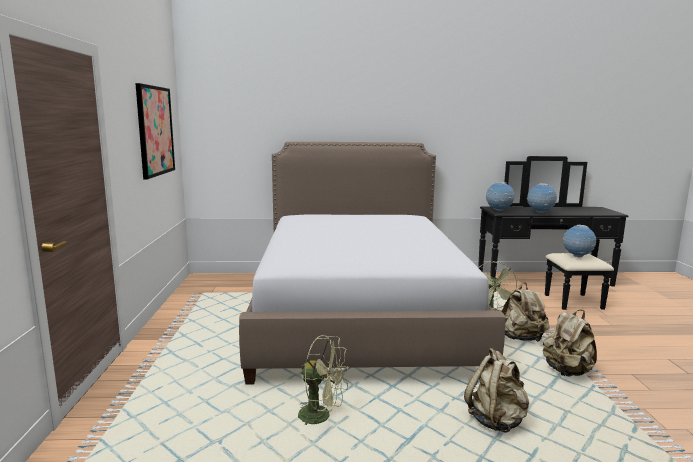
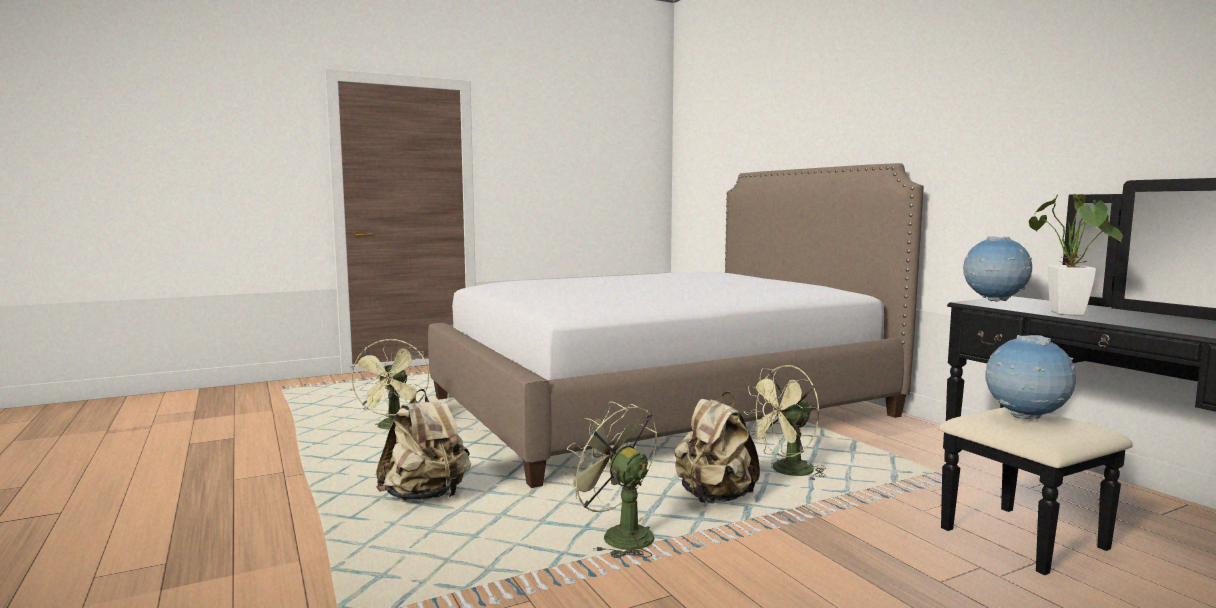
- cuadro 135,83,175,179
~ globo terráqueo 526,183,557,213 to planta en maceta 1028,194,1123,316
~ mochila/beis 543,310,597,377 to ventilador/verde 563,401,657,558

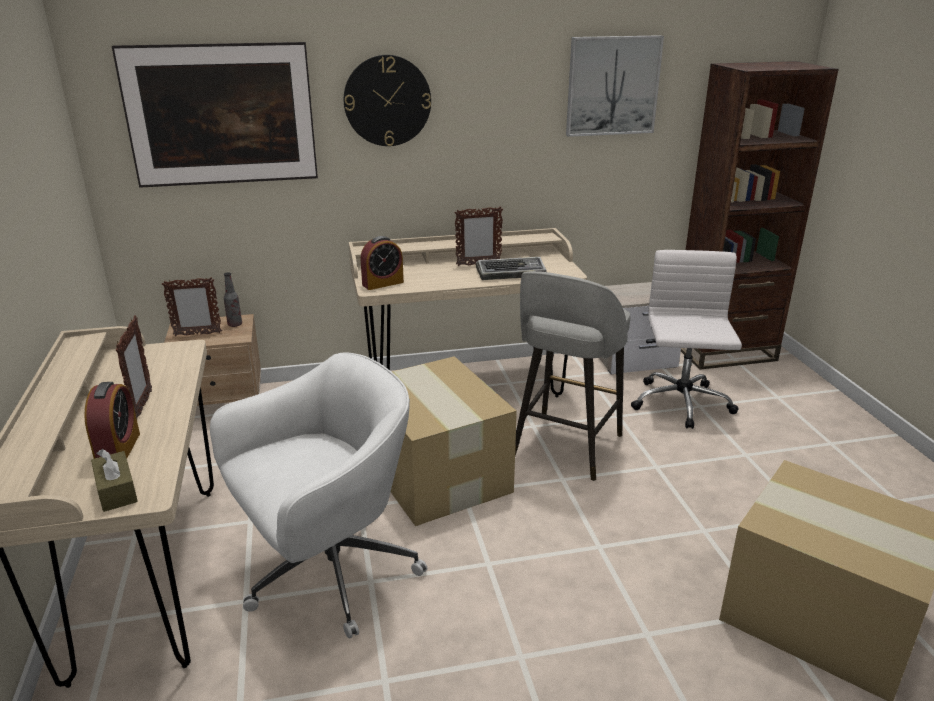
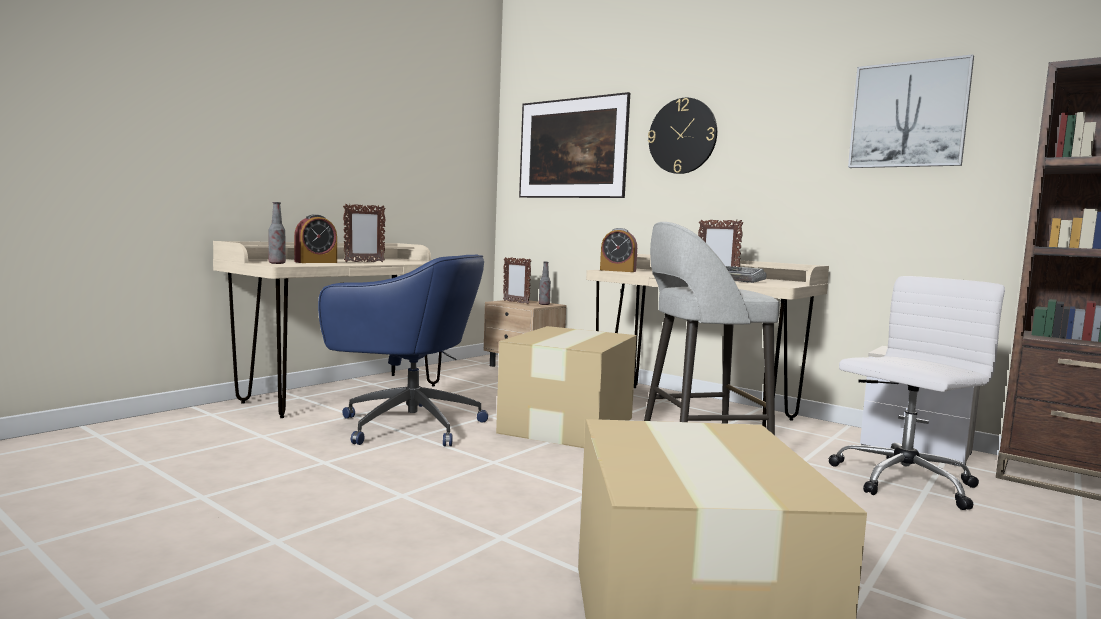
~ caja de pañuelos/marrón 91,449,138,512 to botella 269,202,286,264
~ silla de oficina/blanco 210,352,427,638 to silla de oficina/azul 318,255,488,446

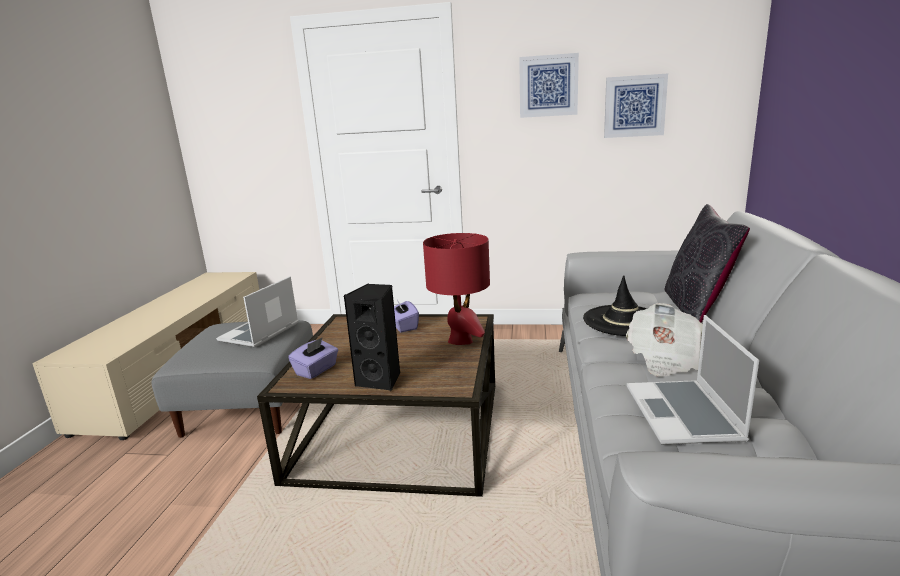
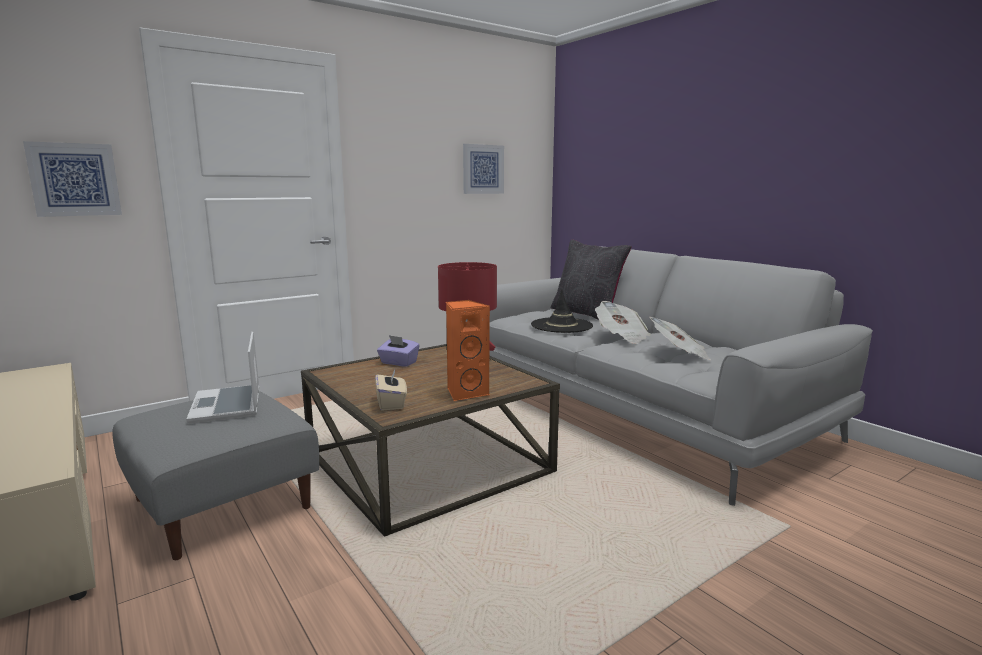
~ caja de pañuelos/morado 288,338,338,379 to caja de pañuelos/beis 375,369,407,411
~ altavoz/negro 344,284,401,391 to altavoz/naranja 446,300,490,401
~ cuadro 519,53,579,118 to 23,141,122,217
~ portátil 627,315,759,444 to periódico 649,317,711,360

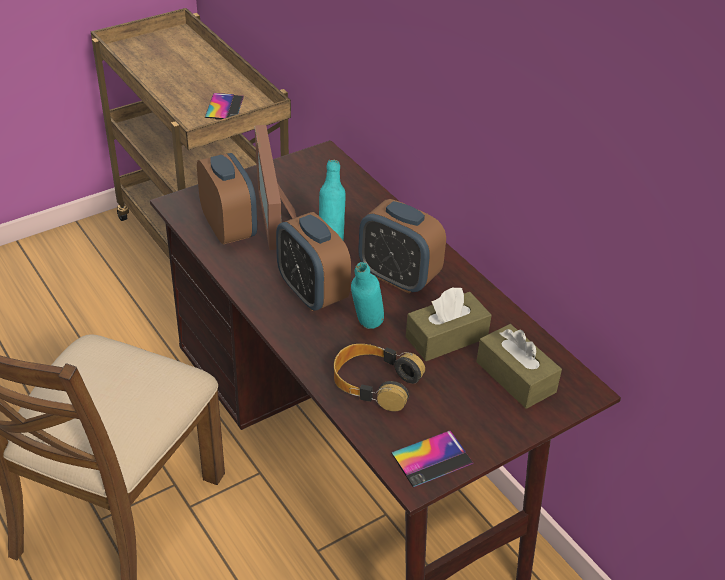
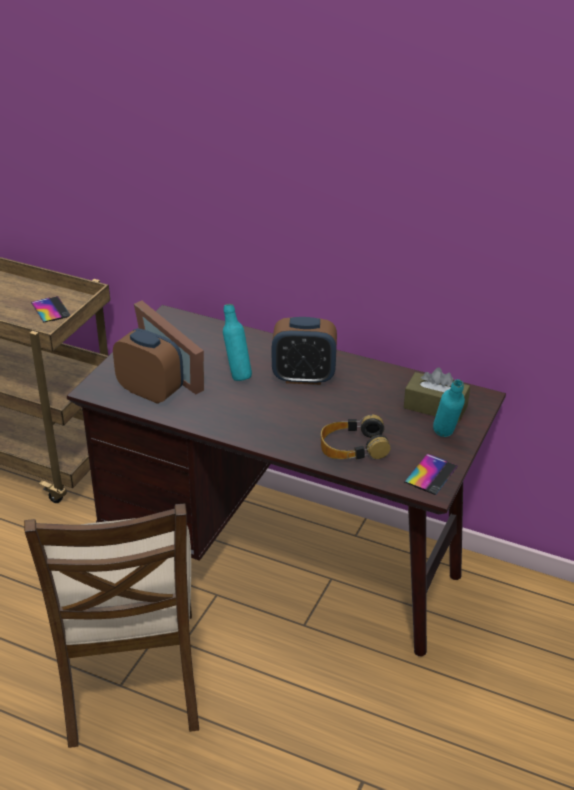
- despertador 276,212,351,311
~ botella/turquesa 351,262,384,329 to 433,379,465,437
- caja de pañuelos/marrón 406,287,492,361

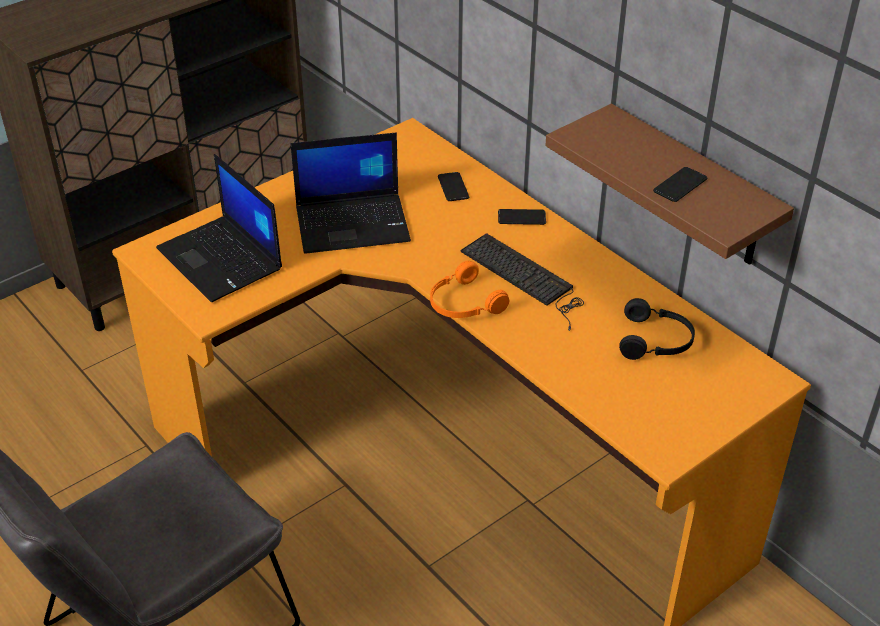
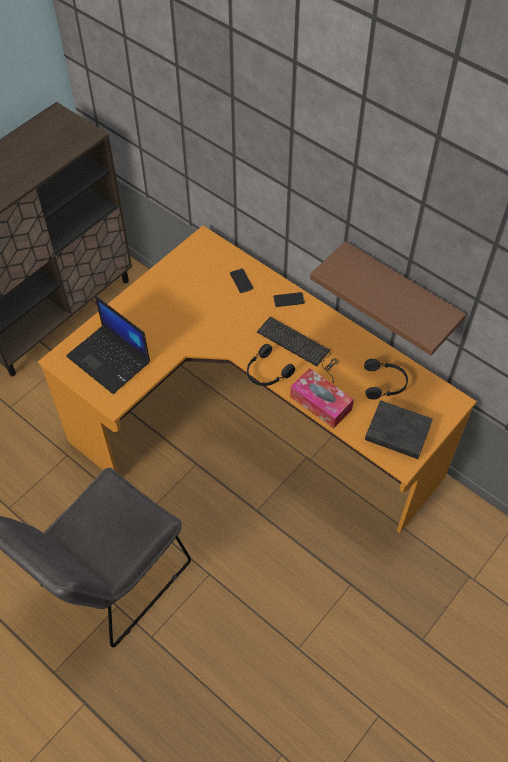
- portátil 291,133,411,254
~ auriculares/naranja 430,261,509,318 to auriculares/negro 247,344,295,386
- móvil 653,167,707,202
+ caja de pañuelos 290,368,354,429
+ libro/negro 365,400,433,459

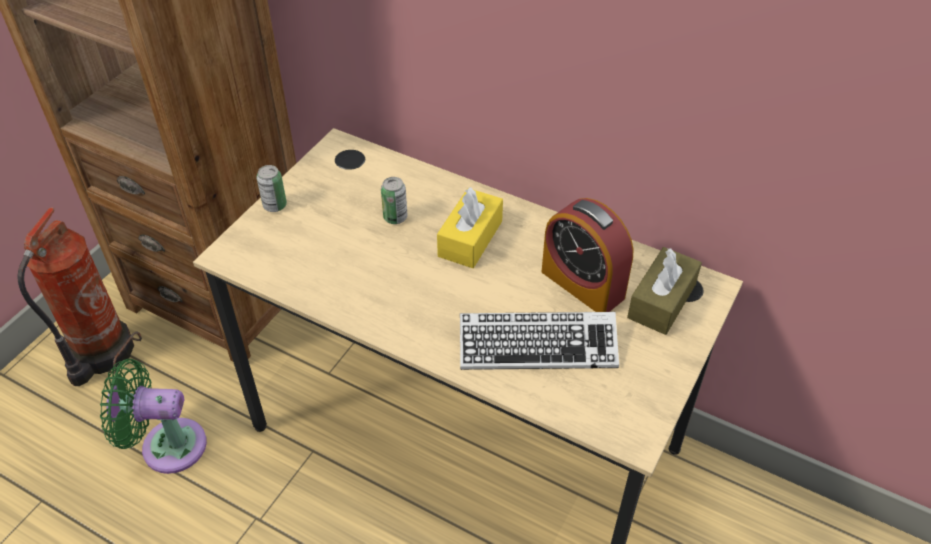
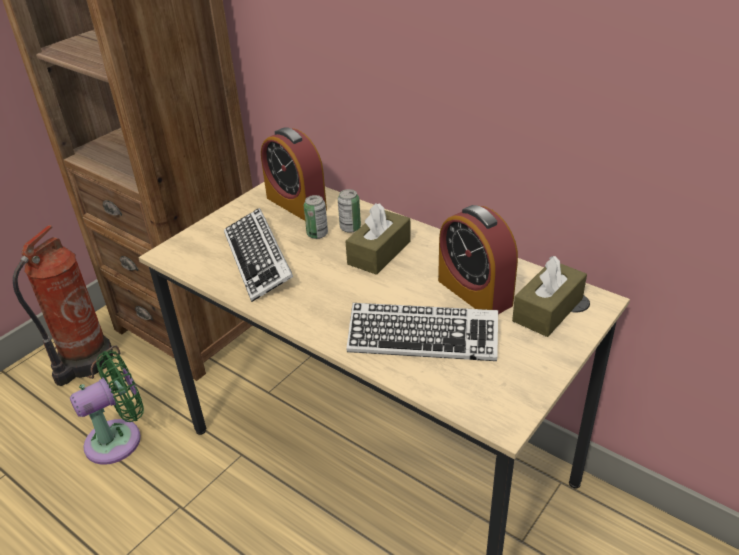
~ ventilador/verde 100,359,207,474 = 70,350,144,465 135 degrees clockwise
~ lata 257,165,287,212 to 338,189,361,233
~ caja de pañuelos/amarillo 437,187,503,268 to caja de pañuelos/marrón 345,203,411,275
+ teclado 224,208,293,302
+ despertador 261,127,327,221

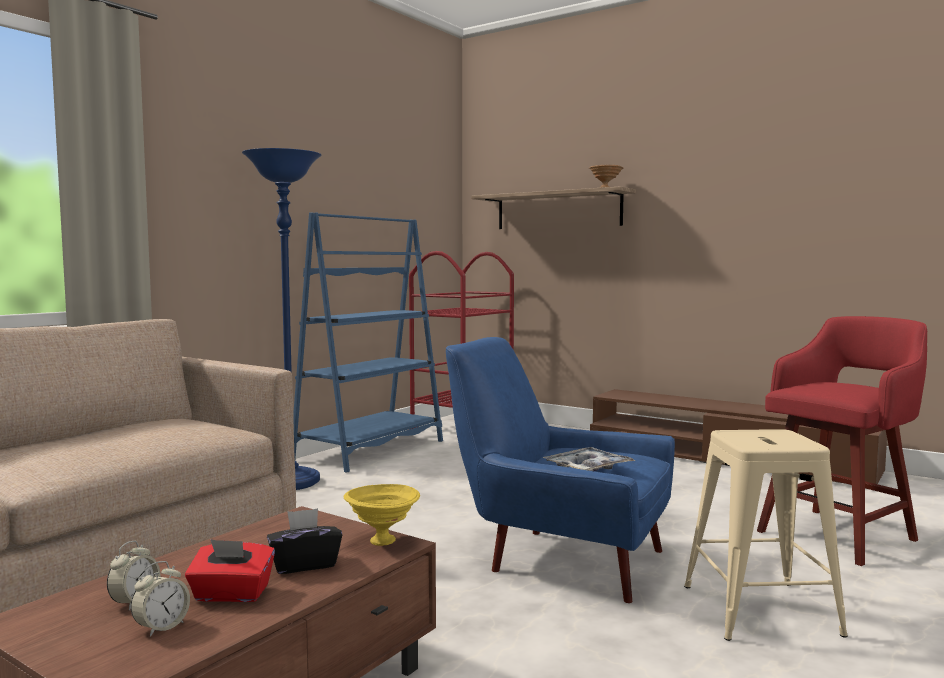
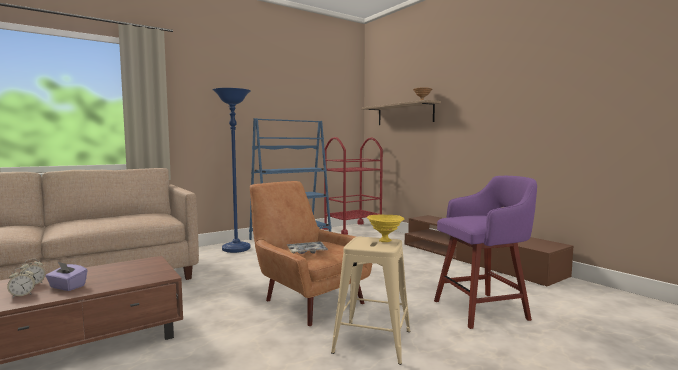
~ caja de pañuelos/rojo 185,539,275,602 to caja de pañuelos/morado 45,262,87,291
- caja de pañuelos/negro 267,508,342,574
~ cuenco/amarillo 344,484,420,546 to 367,215,404,242
~ sillón/azul 446,337,675,603 to sillón/marrón 250,181,373,326
~ taburete/rojo 757,316,927,566 to taburete/morado 434,176,537,329

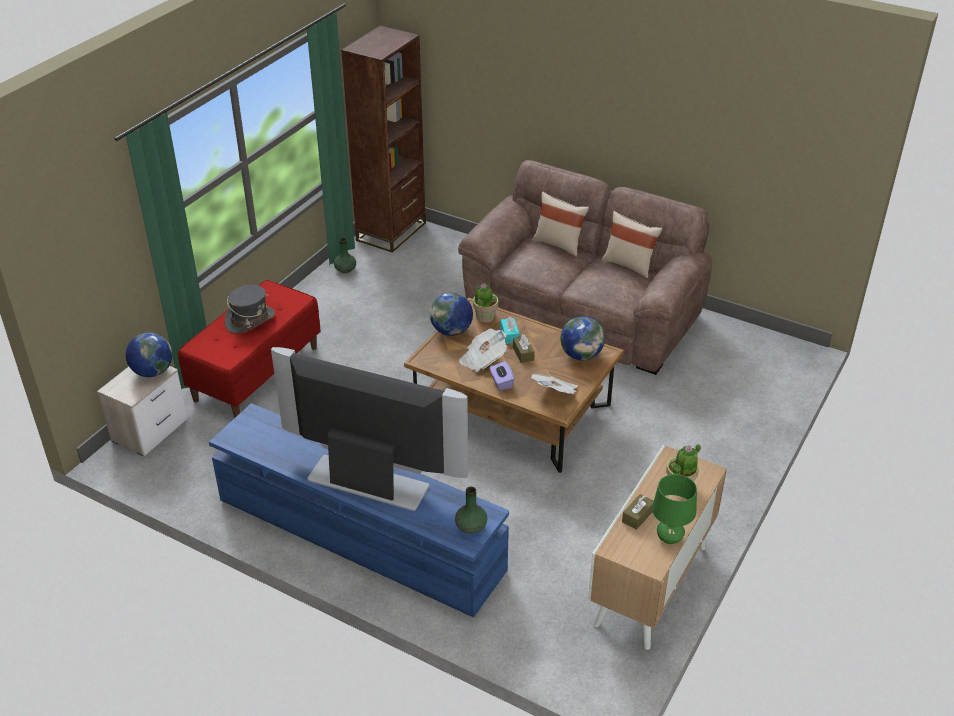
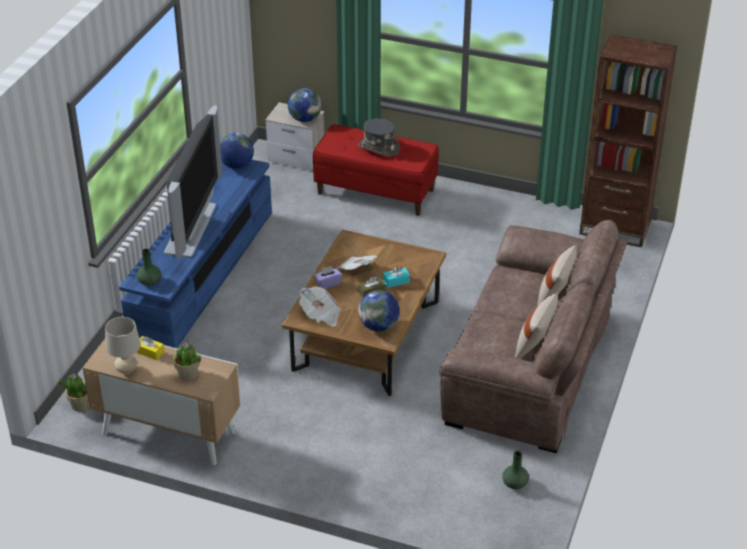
~ florero/verde 334,238,356,273 to 502,451,529,489
~ globo terráqueo 430,293,473,336 to 220,133,254,169
~ planta en maceta 473,283,498,323 to 58,374,89,412
~ caja de pañuelos/marrón 622,494,654,530 to caja de pañuelos/amarillo 136,336,165,360
~ lámpara de mesa/verde 652,474,697,544 to lámpara de mesa/beis 105,317,141,374

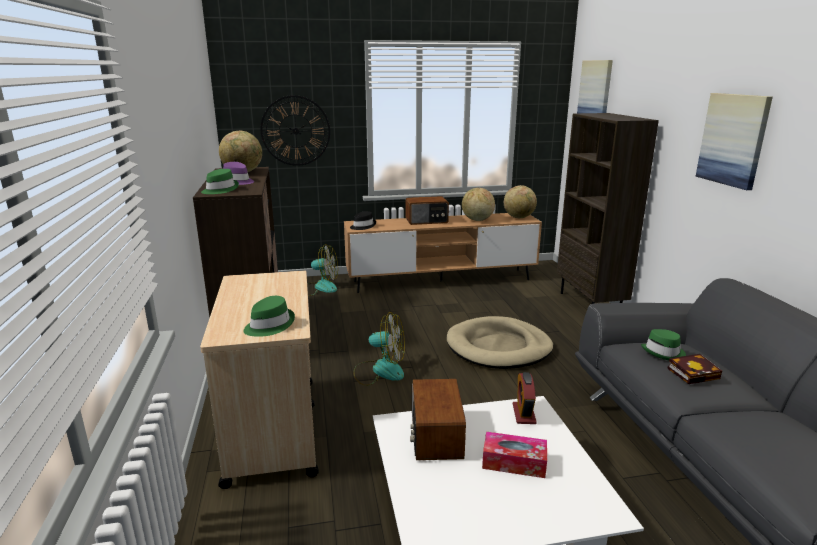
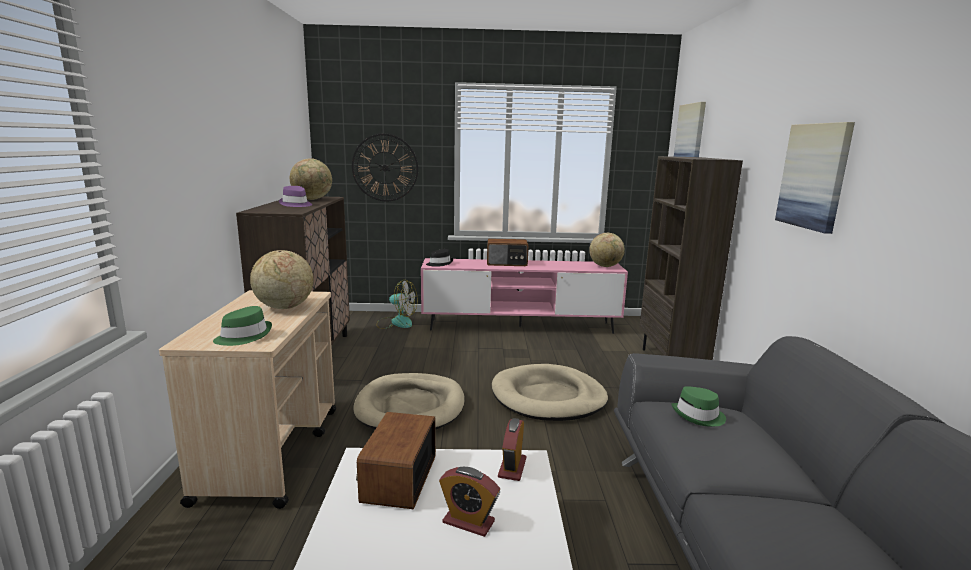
- sombrero/verde 201,169,239,194
~ mueble de televisión/marrón 344,213,542,293 to mueble de televisión/rosa 421,258,628,334
~ ventilador 353,312,405,386 to cama para perro/beis 353,373,465,429
~ globo terráqueo 462,188,495,221 to 250,250,313,309
~ caja de pañuelos 482,432,547,478 to despertador 439,467,500,537
- libro 667,354,722,384

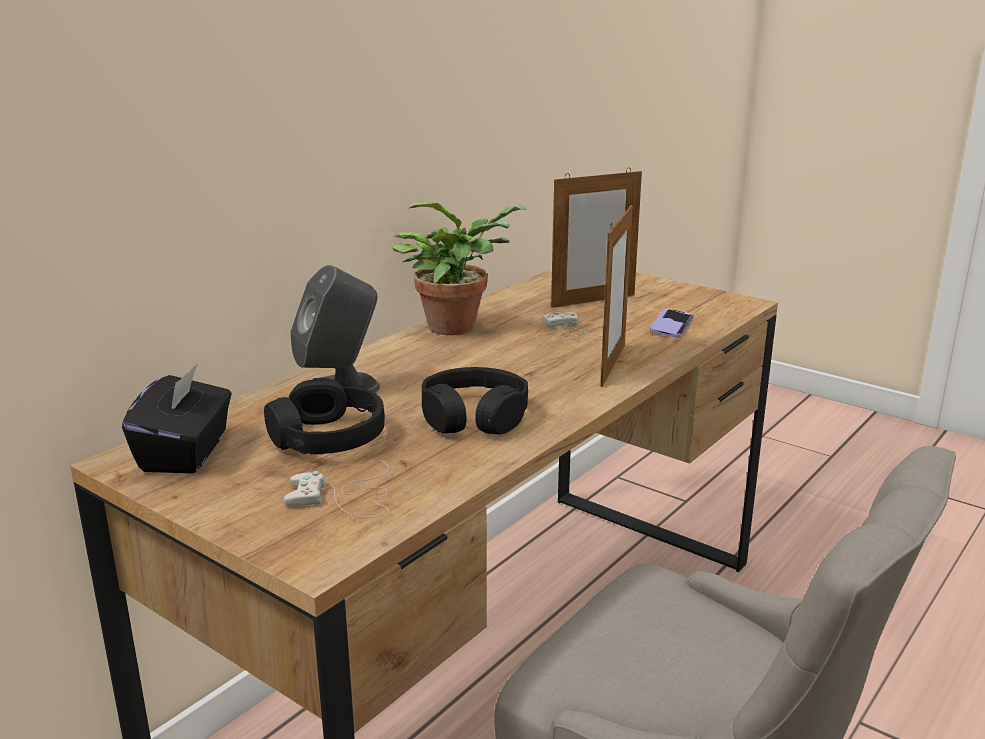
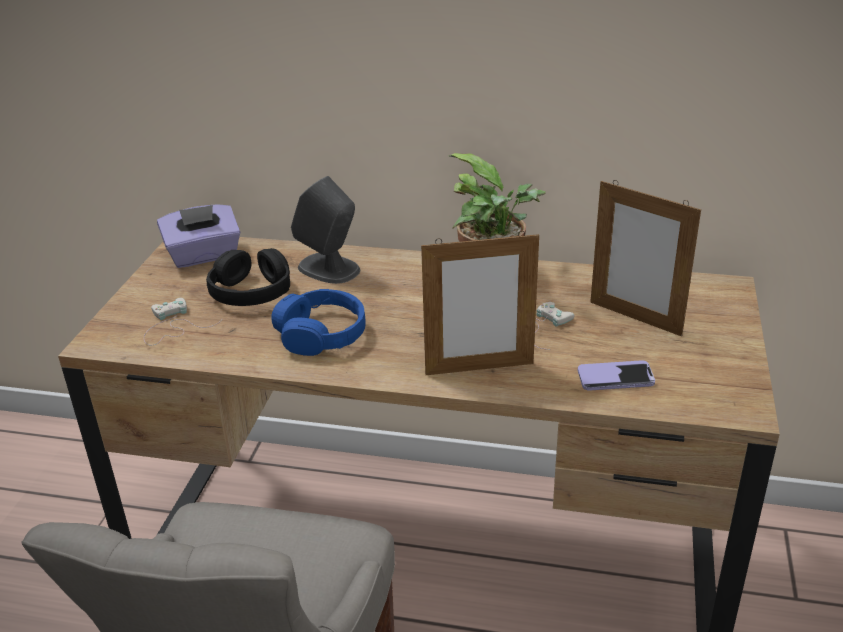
~ caja de pañuelos/negro 122,364,232,474 to caja de pañuelos/morado 157,204,241,268
~ auriculares/negro 422,367,528,435 to auriculares/azul 271,289,365,356

